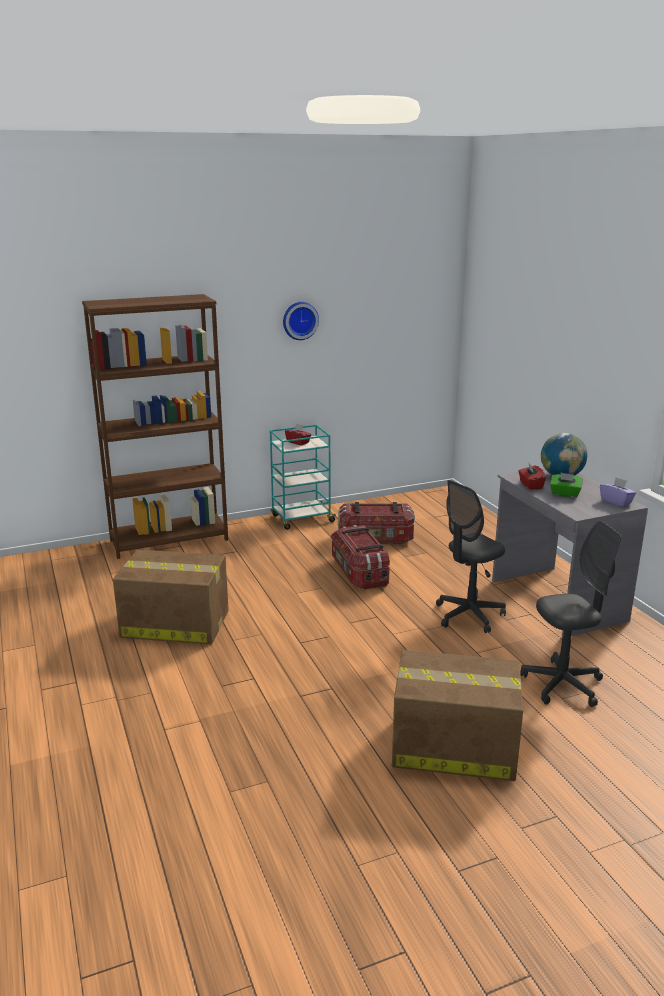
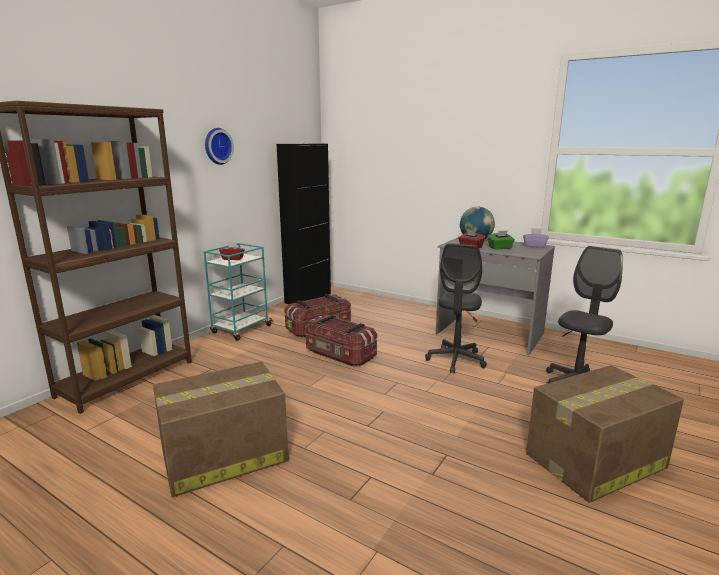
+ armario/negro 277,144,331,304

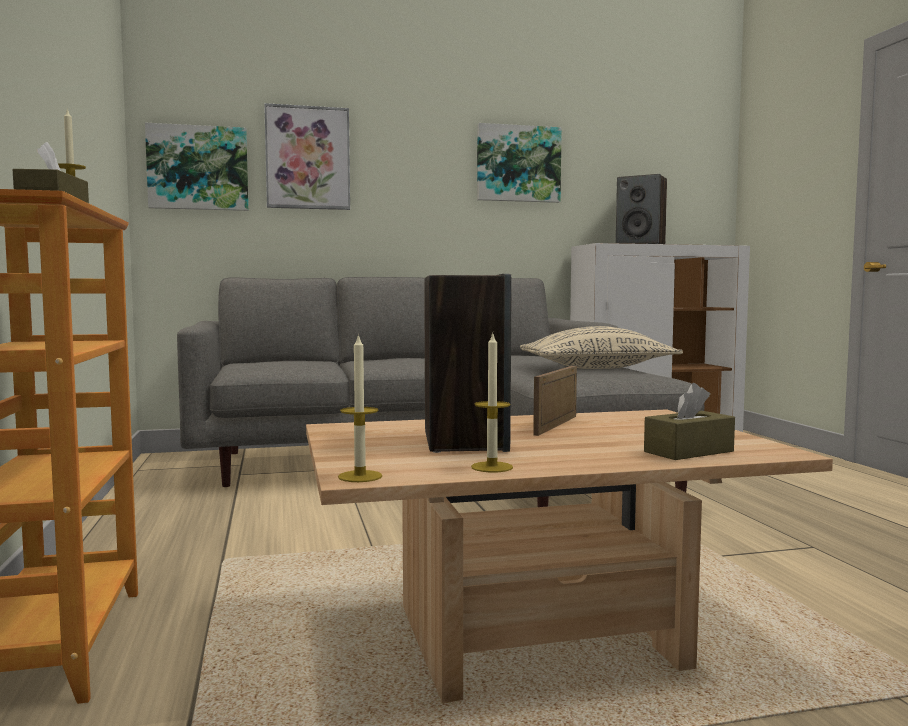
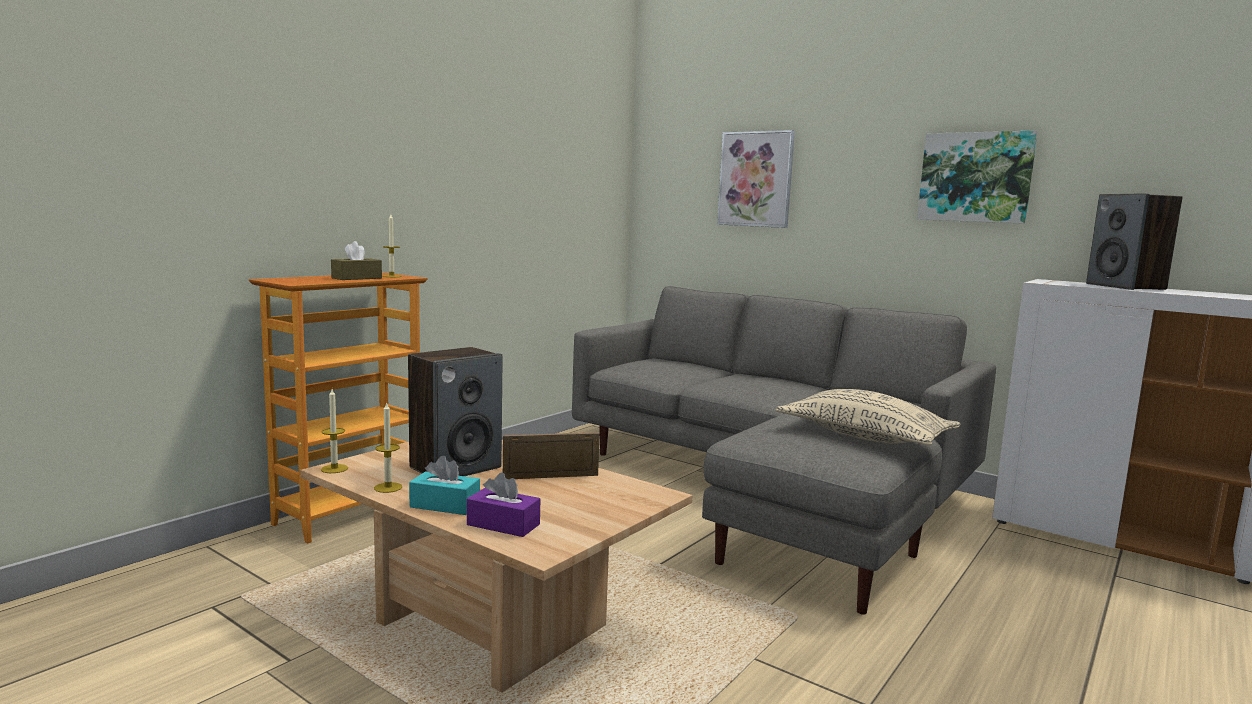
- cuadro 145,123,249,211
~ caja de pañuelos/marrón 644,383,735,460 to caja de pañuelos/morado 467,472,540,537
+ caja de pañuelos/turquesa 409,456,480,515

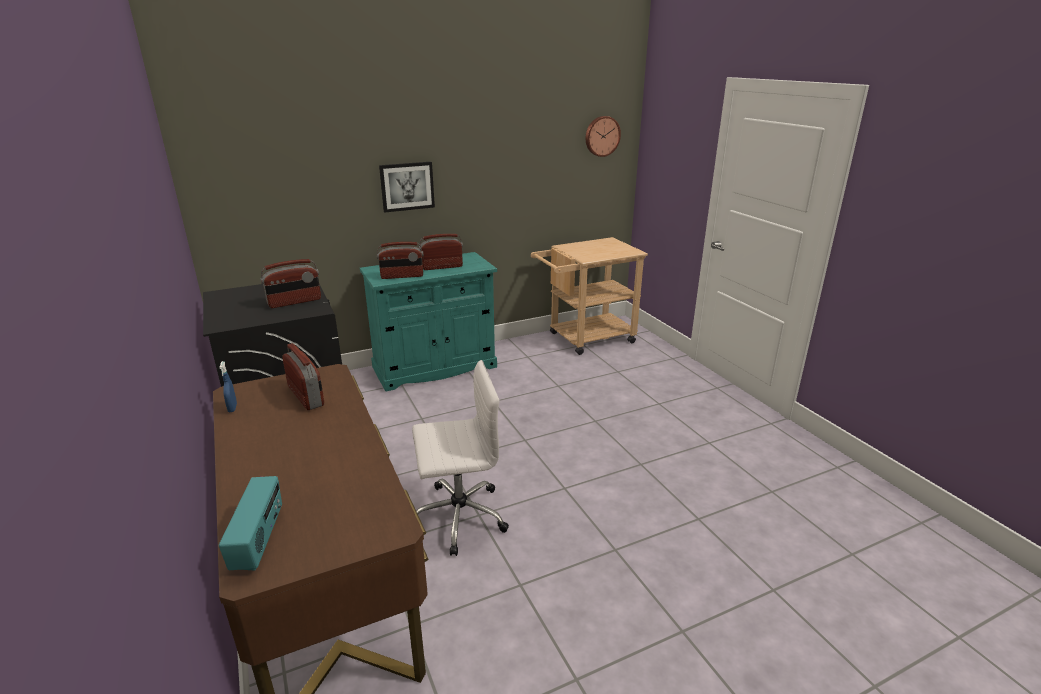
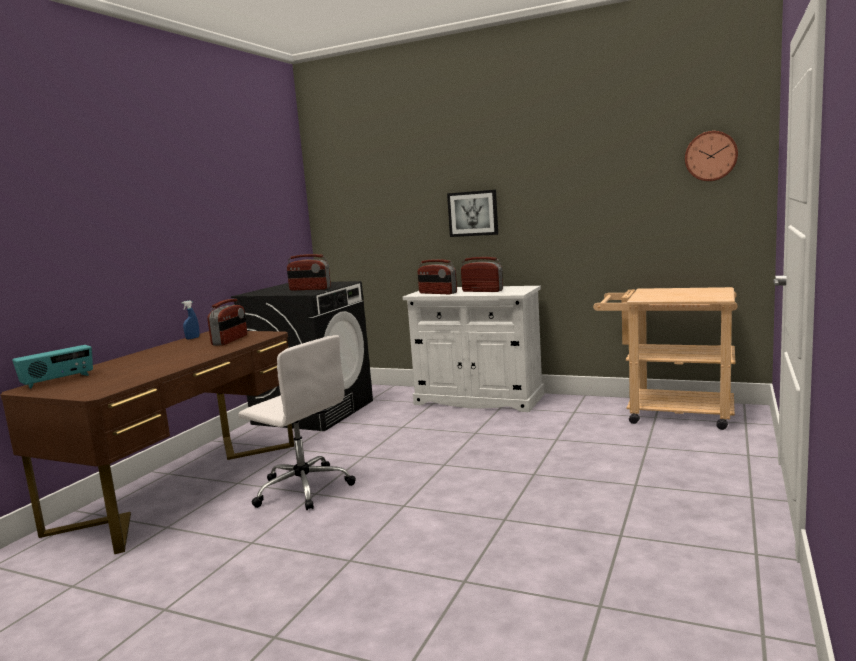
~ armario/turquesa 360,252,497,392 to armario/blanco 403,286,544,412

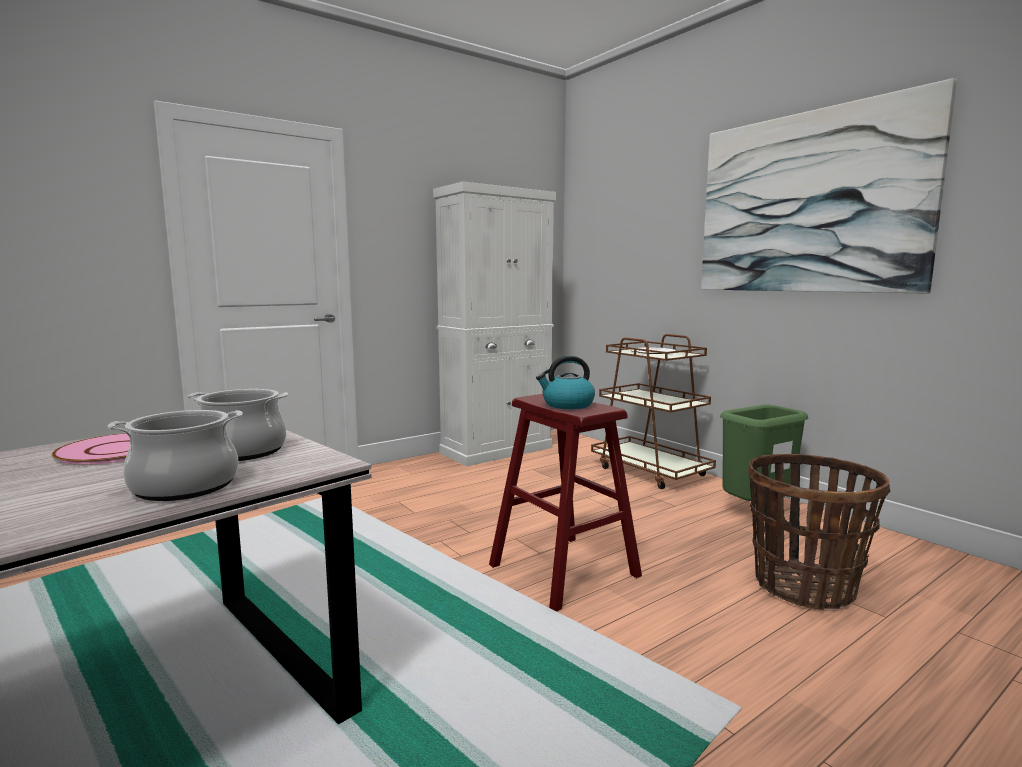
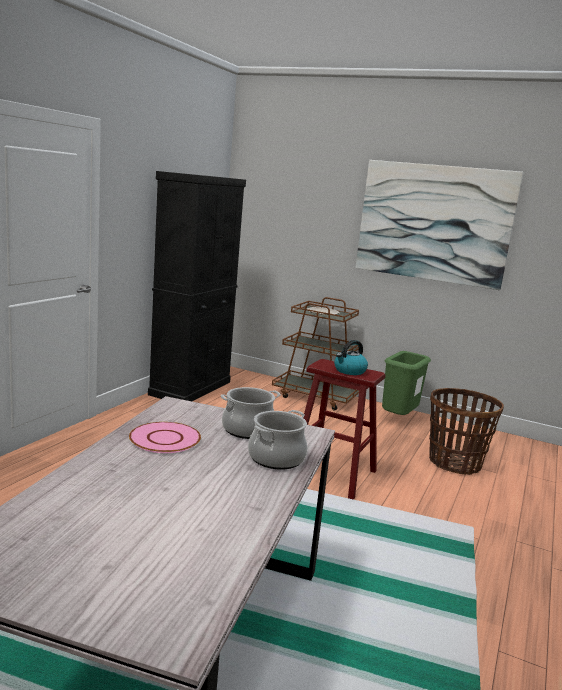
~ armario/blanco 433,182,556,466 to armario/negro 148,171,246,401

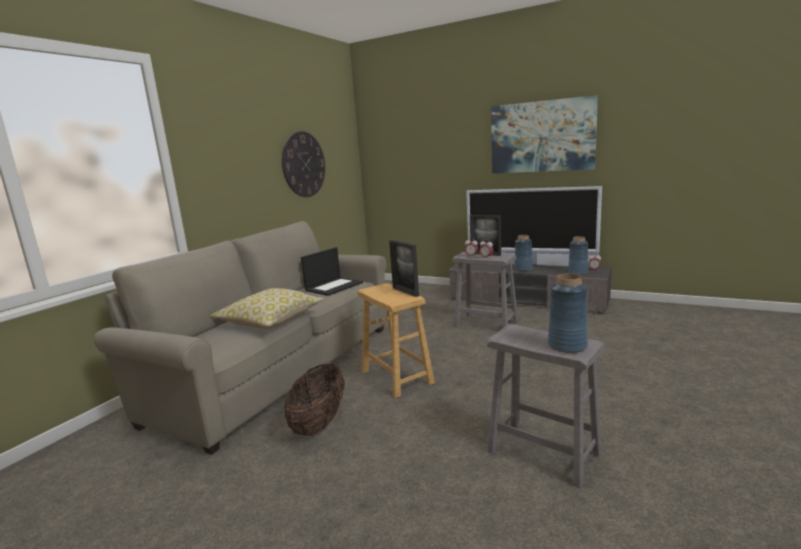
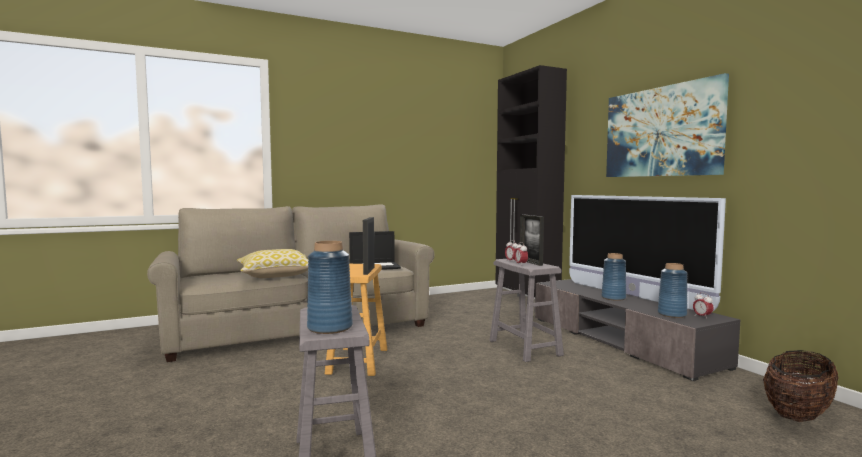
- reloj de pared 282,131,325,197
~ cesta 284,364,345,436 to 763,350,839,422
+ armario/negro 496,65,567,302

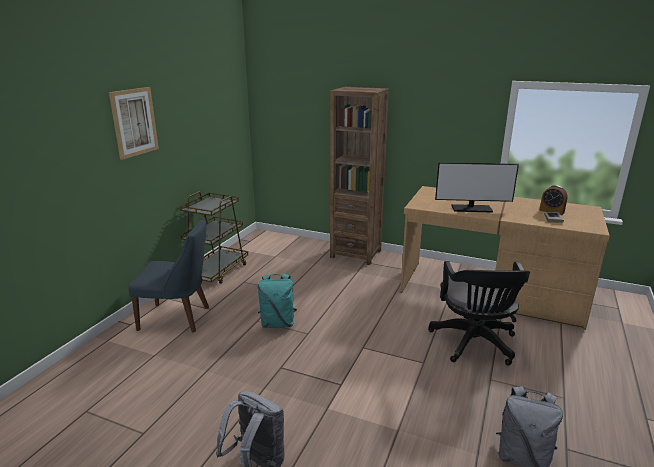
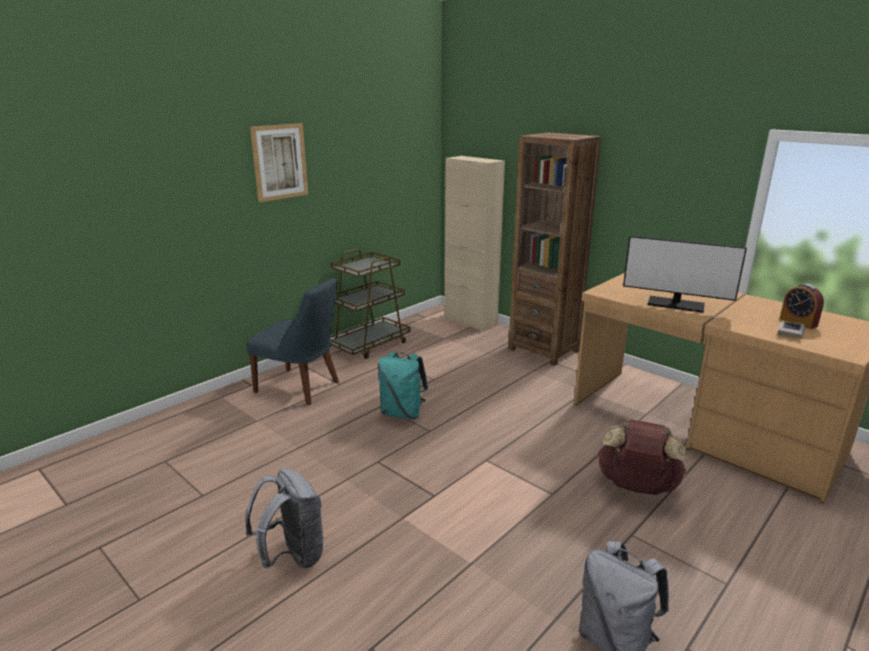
~ silla de oficina/negro 429,261,530,366 to mochila/marrón 597,419,687,495
+ armario/beis 444,156,505,332

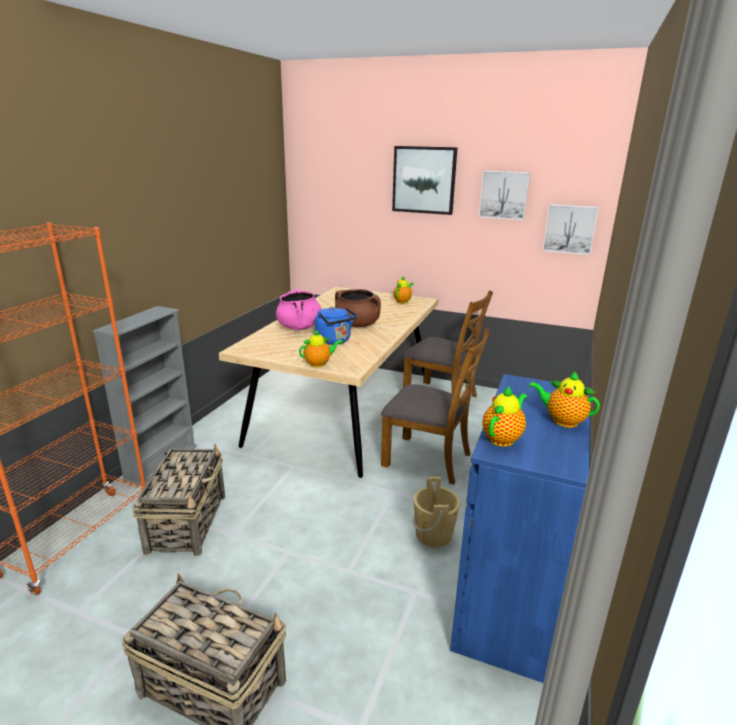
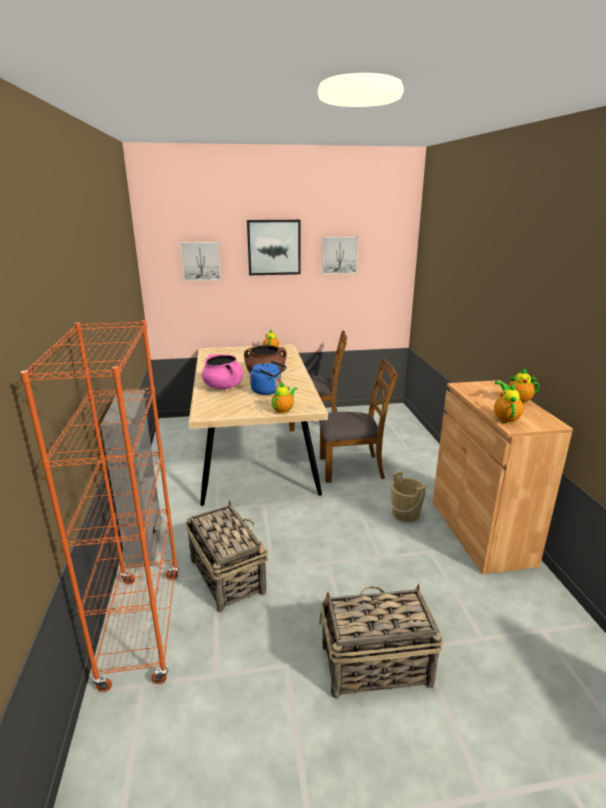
~ armario/azul 450,374,590,683 to armario/marrón 433,380,573,574
~ cuadro 542,204,599,255 to 181,242,221,281

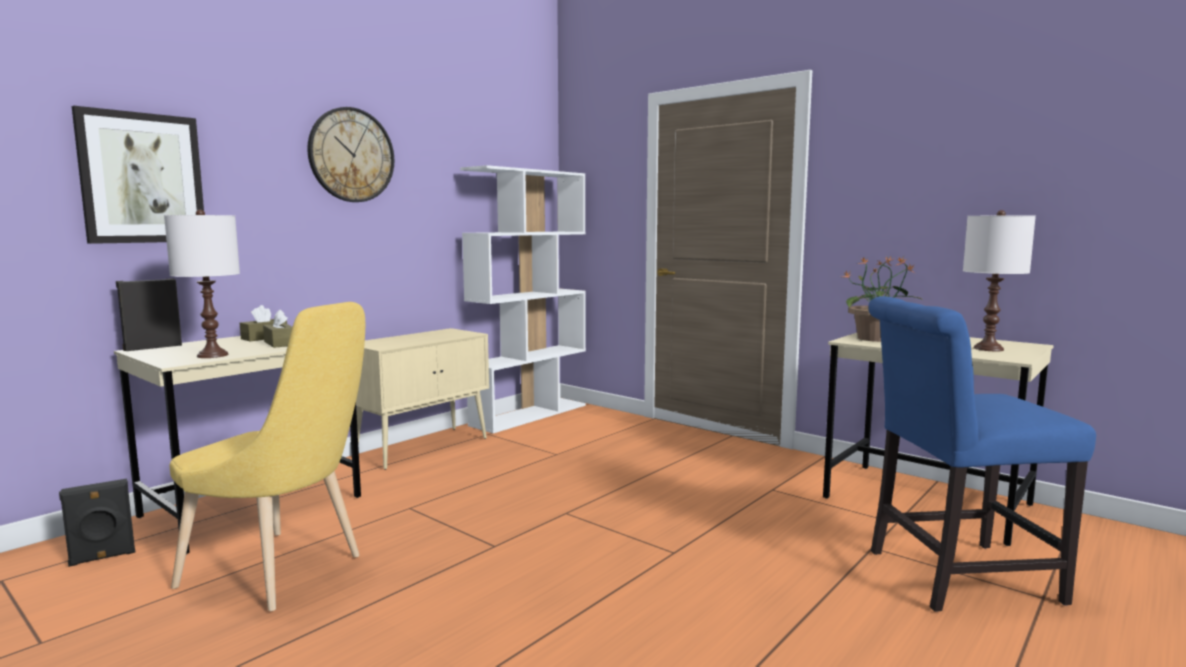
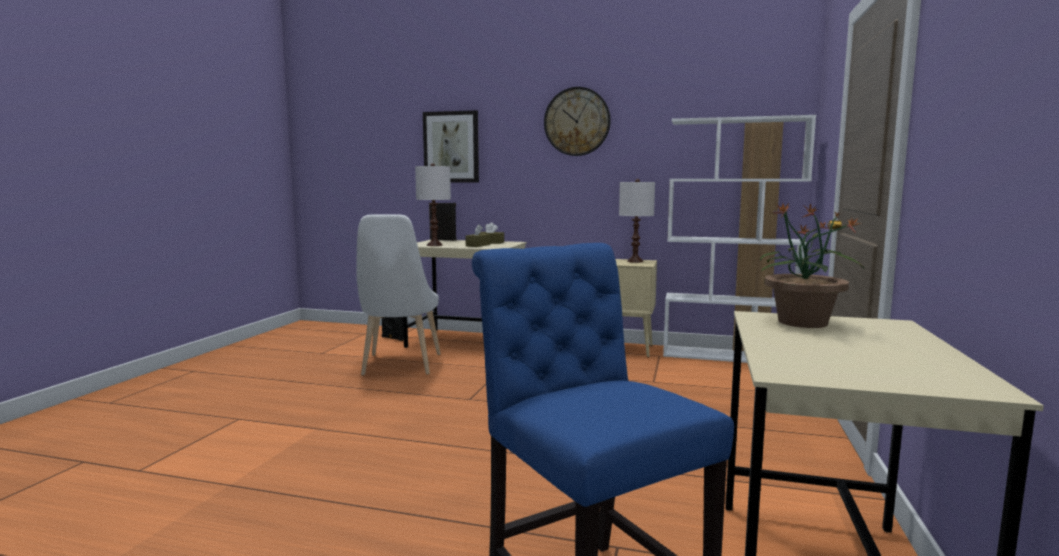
~ silla/amarillo 170,302,365,611 to silla/blanco 356,214,441,376
~ lámpara de mesa/blanco 963,210,1036,351 to 619,179,655,263

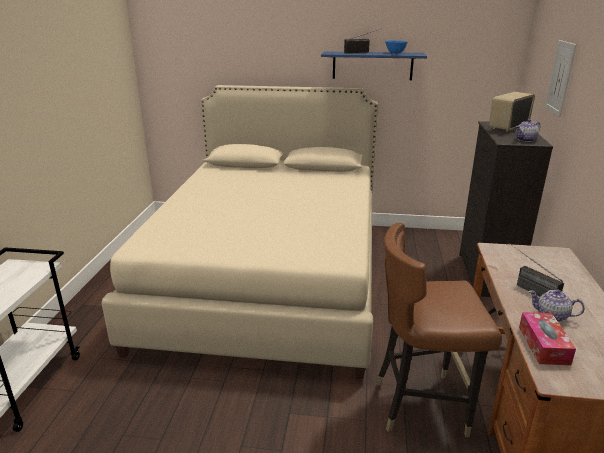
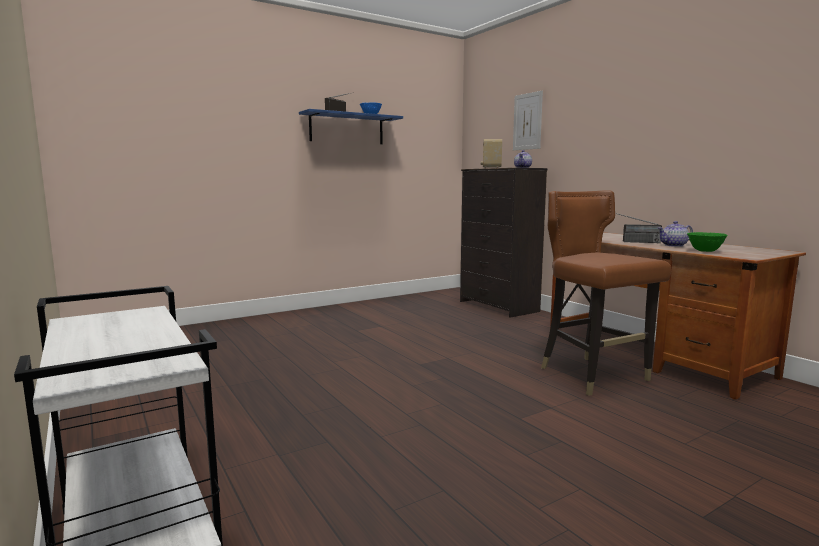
- cama/beis 101,85,378,380
~ silla/marrón 376,223,502,437 = 541,190,671,396 105 degrees clockwise
~ caja de pañuelos 519,312,576,365 to cuenco/verde 687,232,727,252

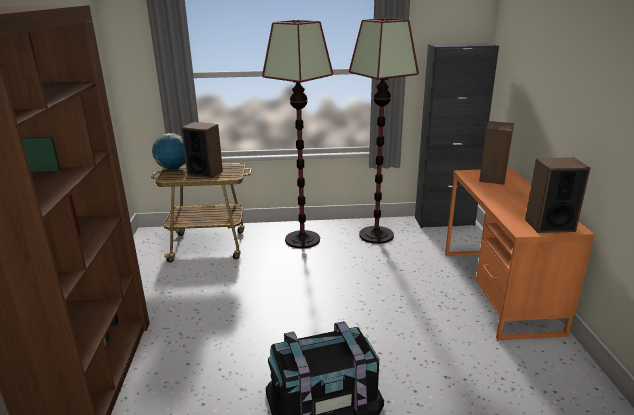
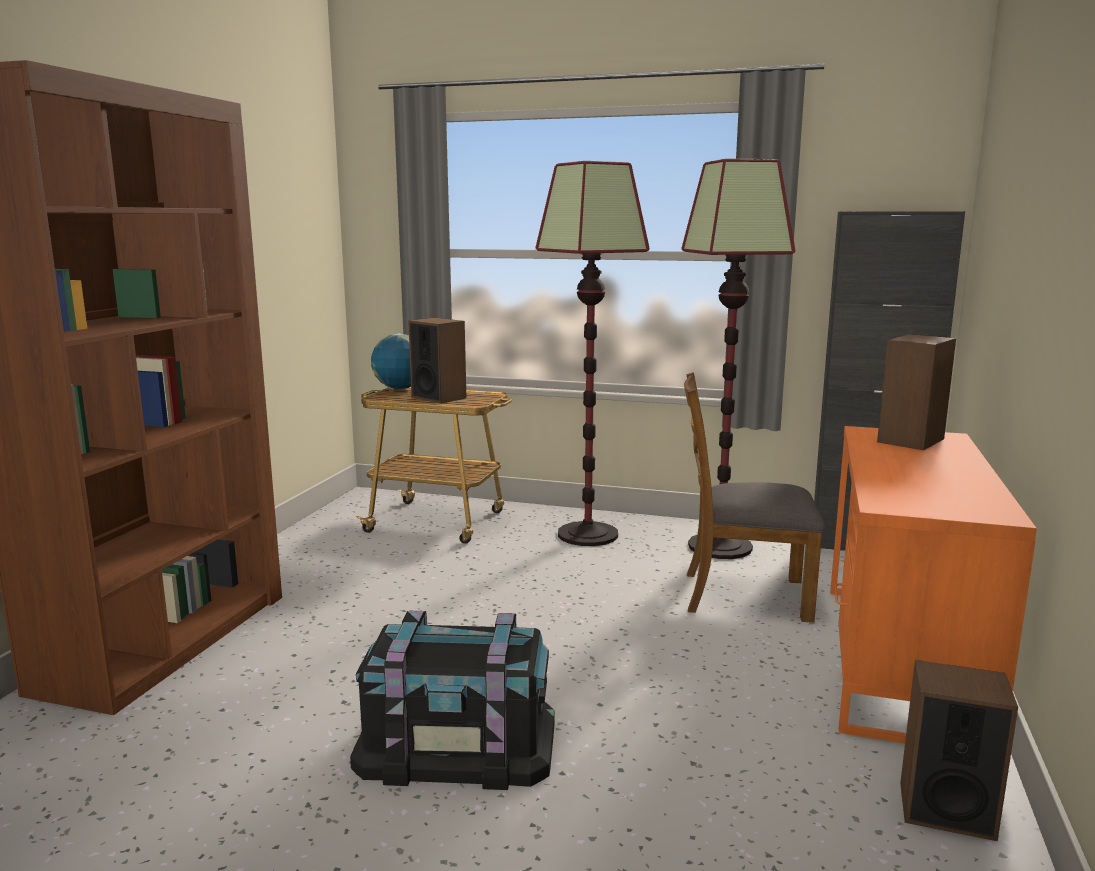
~ altavoz 525,158,590,233 to 900,660,1018,841
+ silla/marrón 684,372,826,623

